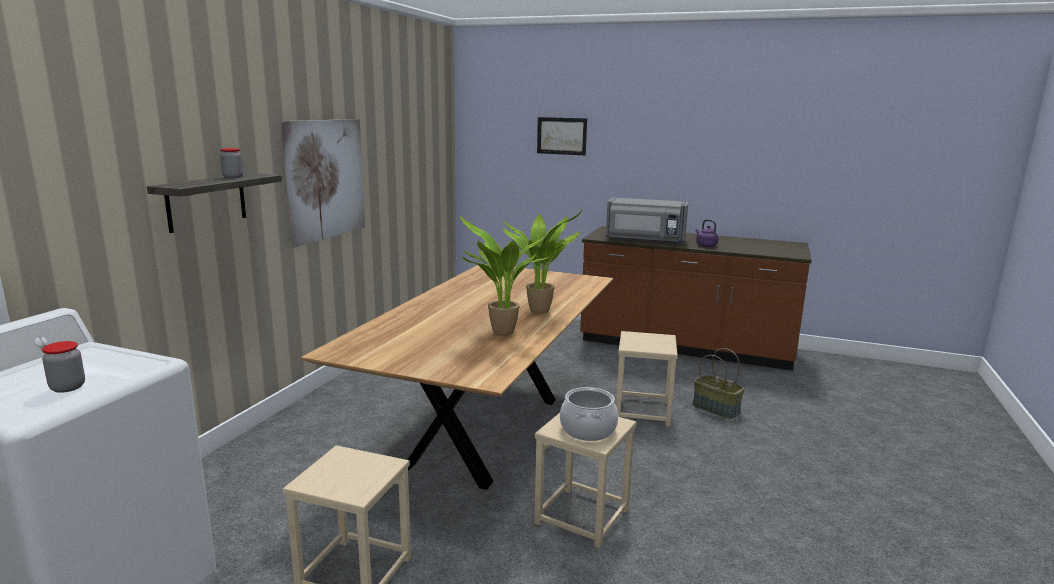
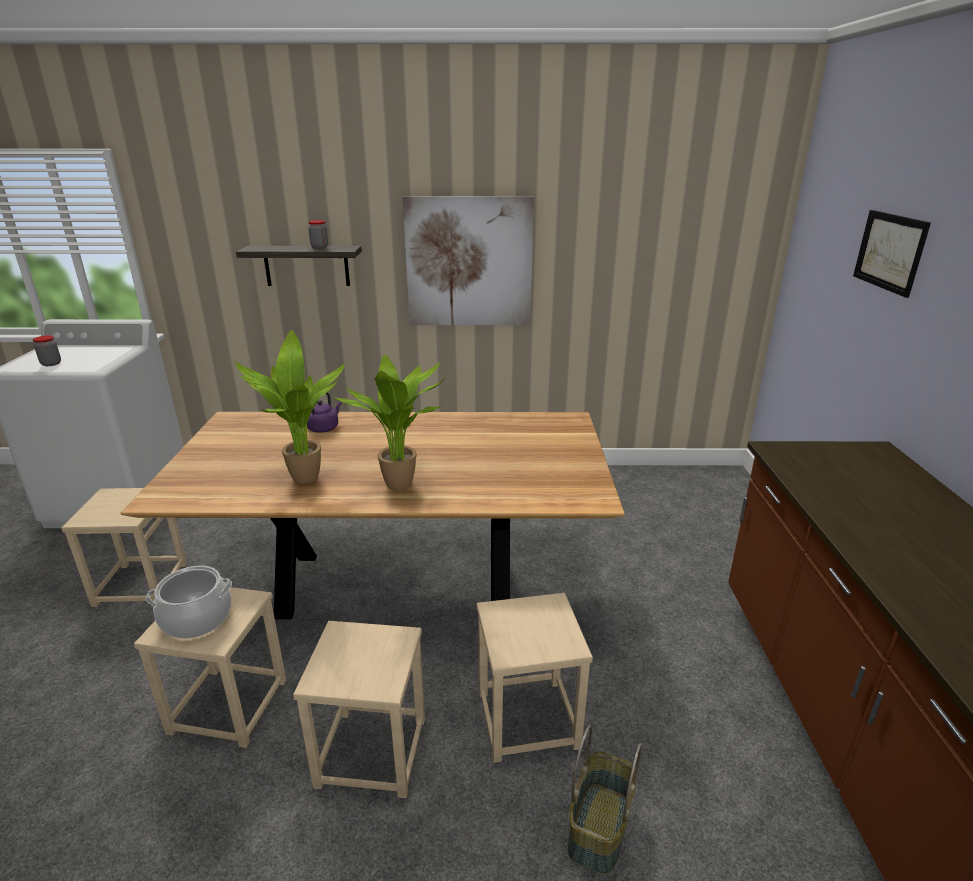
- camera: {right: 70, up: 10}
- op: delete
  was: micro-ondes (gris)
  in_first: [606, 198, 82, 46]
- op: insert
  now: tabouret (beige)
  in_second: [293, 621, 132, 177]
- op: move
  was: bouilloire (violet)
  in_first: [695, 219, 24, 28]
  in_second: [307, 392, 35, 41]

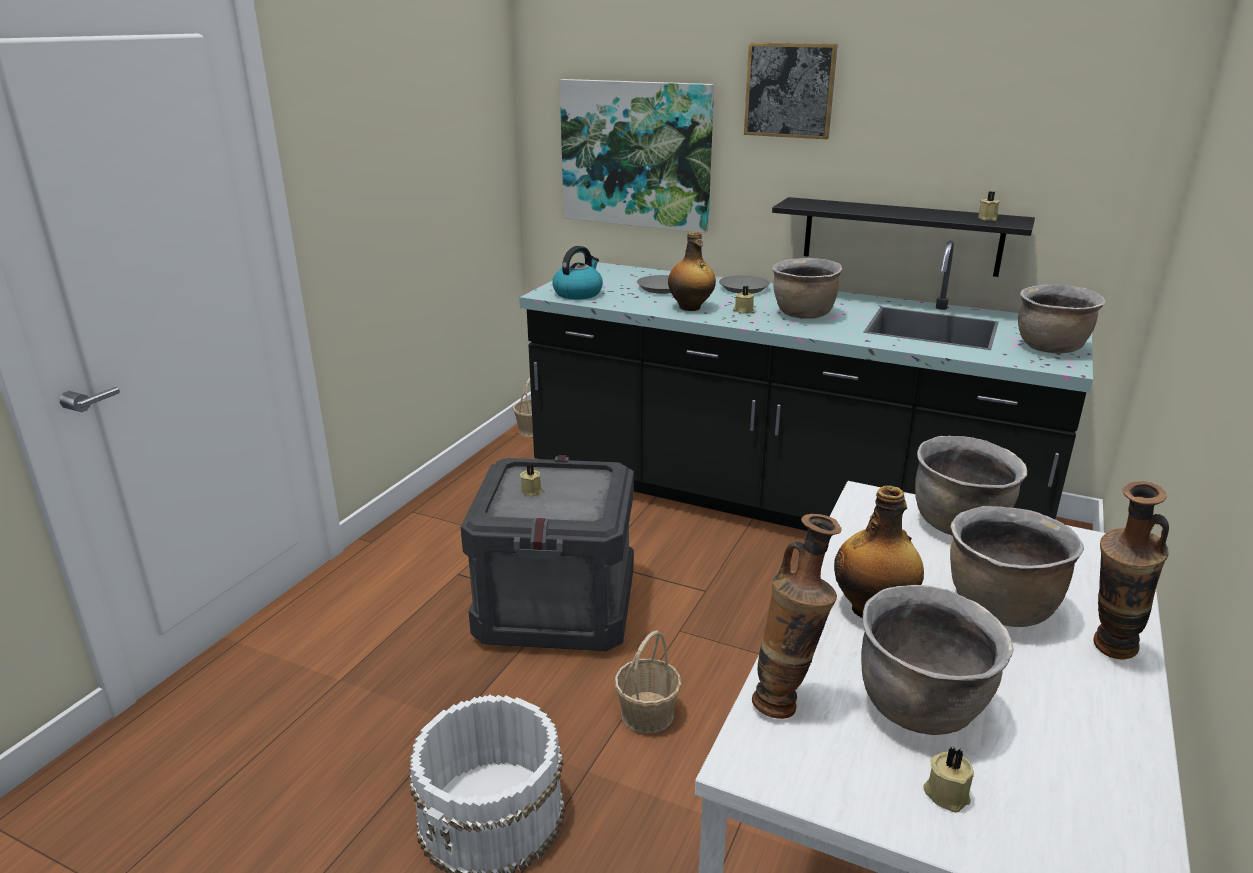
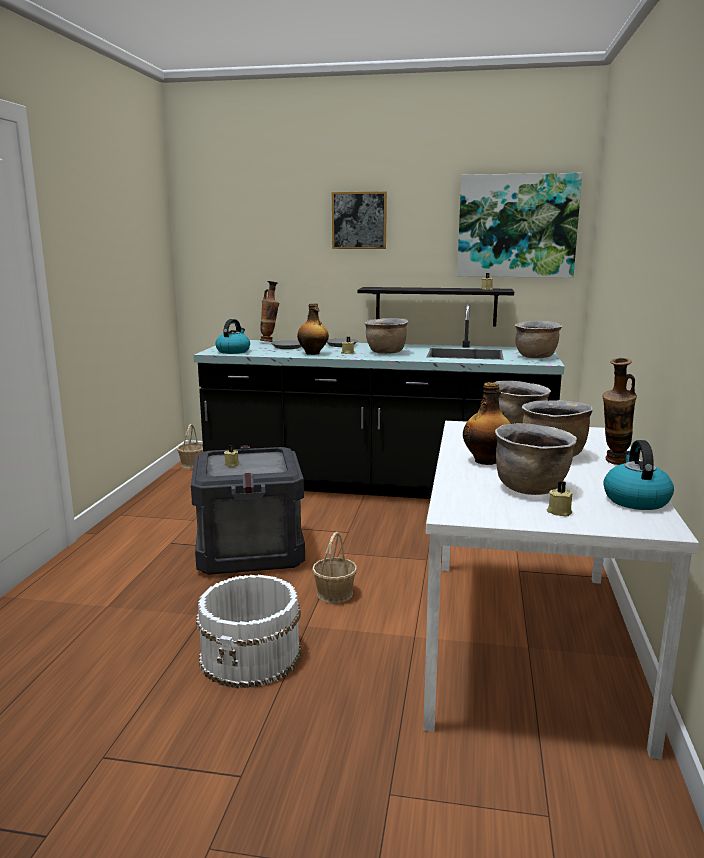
- camera: {right: -15, up: -10}
- op: insert
  now: bouilloire
  in_second: [603, 440, 71, 70]
- op: move
  was: tableau
  in_first: [560, 79, 154, 154]
  in_second: [457, 173, 125, 105]
- op: move
  was: vase
  in_first: [752, 514, 90, 205]
  in_second: [260, 281, 19, 61]

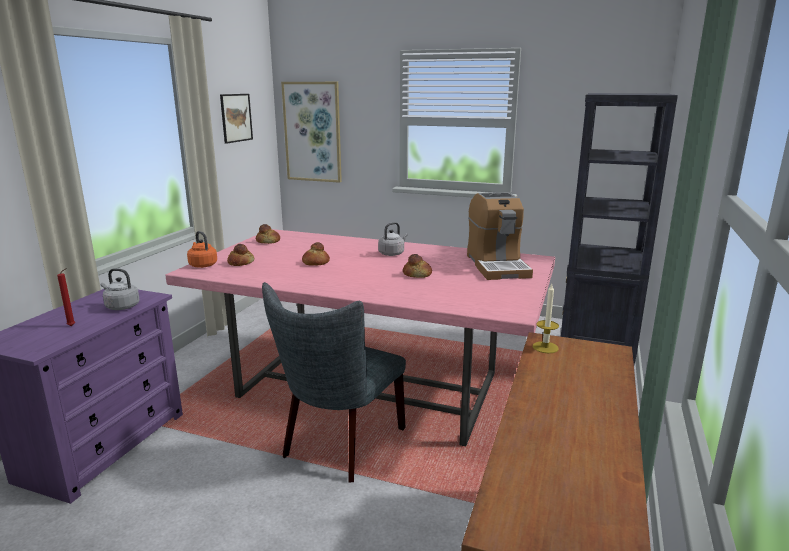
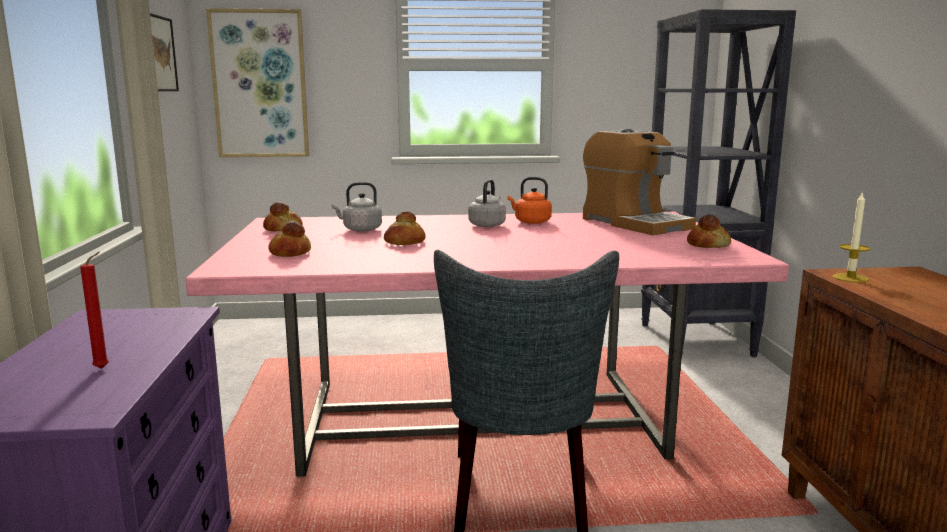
- camera: {right: -25, up: -5}
- op: move
  was: bouilloire (gris)
  in_first: [101, 268, 39, 42]
  in_second: [332, 182, 50, 50]
- op: move
  was: bouilloire (orange)
  in_first: [187, 231, 30, 37]
  in_second: [508, 177, 44, 47]
- op: move
  was: pain
  in_first: [403, 254, 29, 24]
  in_second: [687, 214, 44, 34]

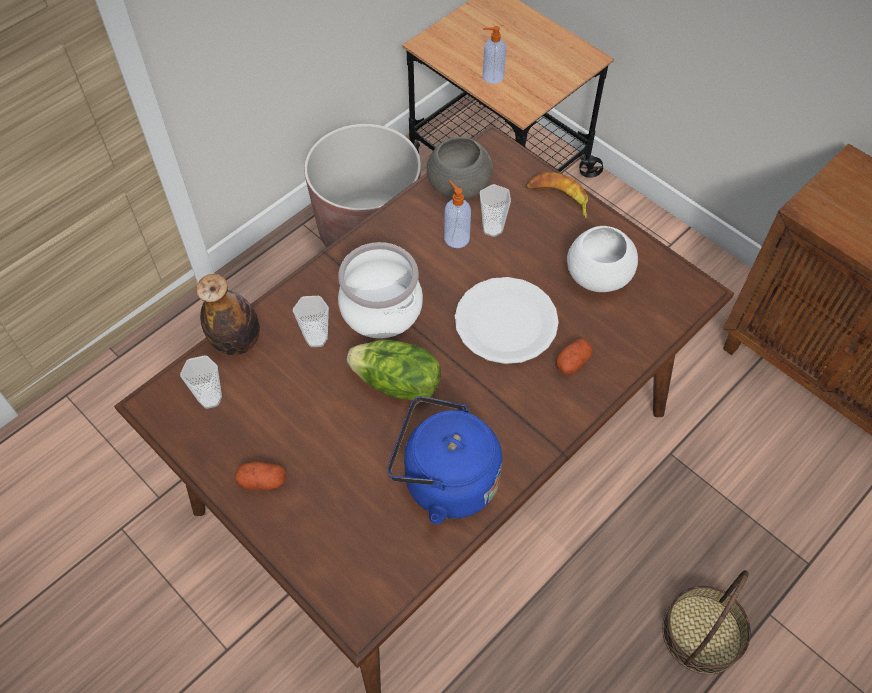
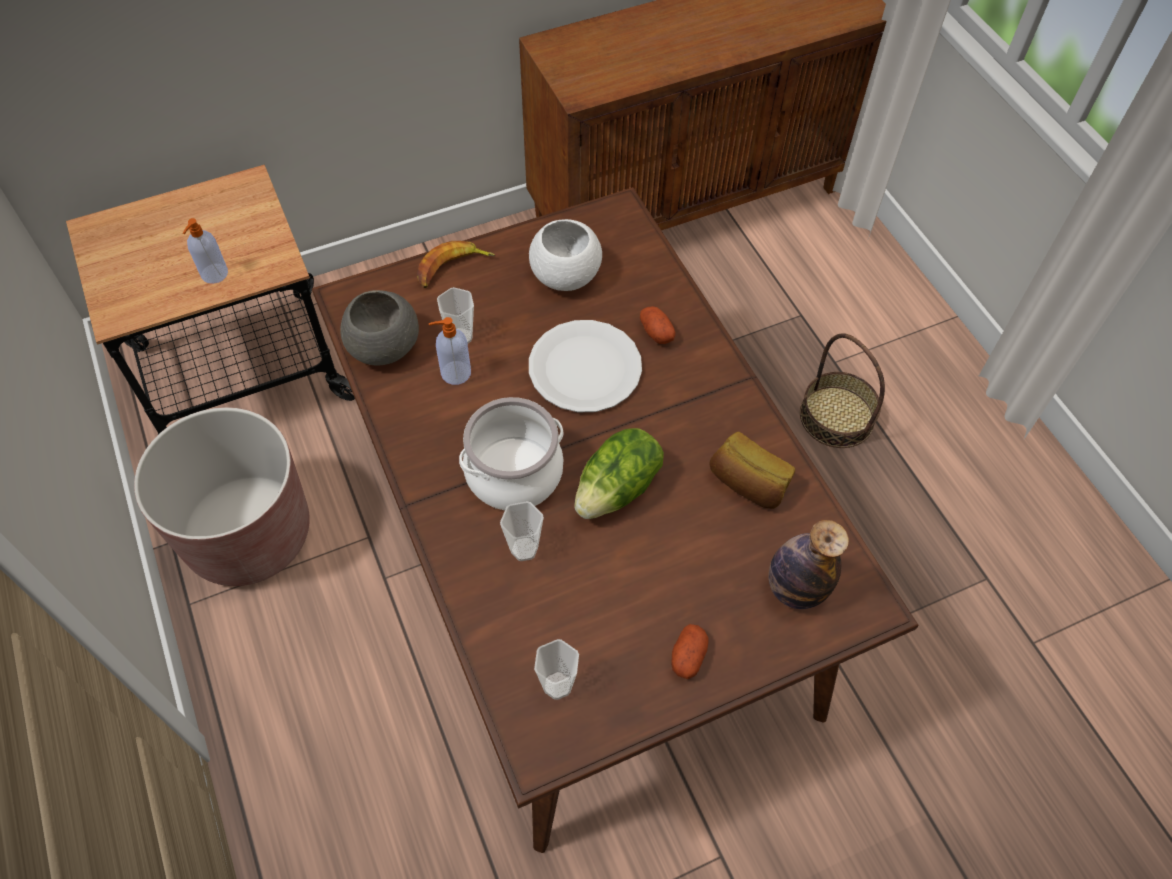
- camera: {right: -70, up: 0}
- op: move
  was: bouteille
  in_first: [196, 274, 64, 81]
  in_second: [768, 520, 81, 89]
- op: replace
  was: bouilloire (bleu)
  now: pain
  in_first: [388, 396, 114, 128]
  in_second: [709, 432, 86, 77]

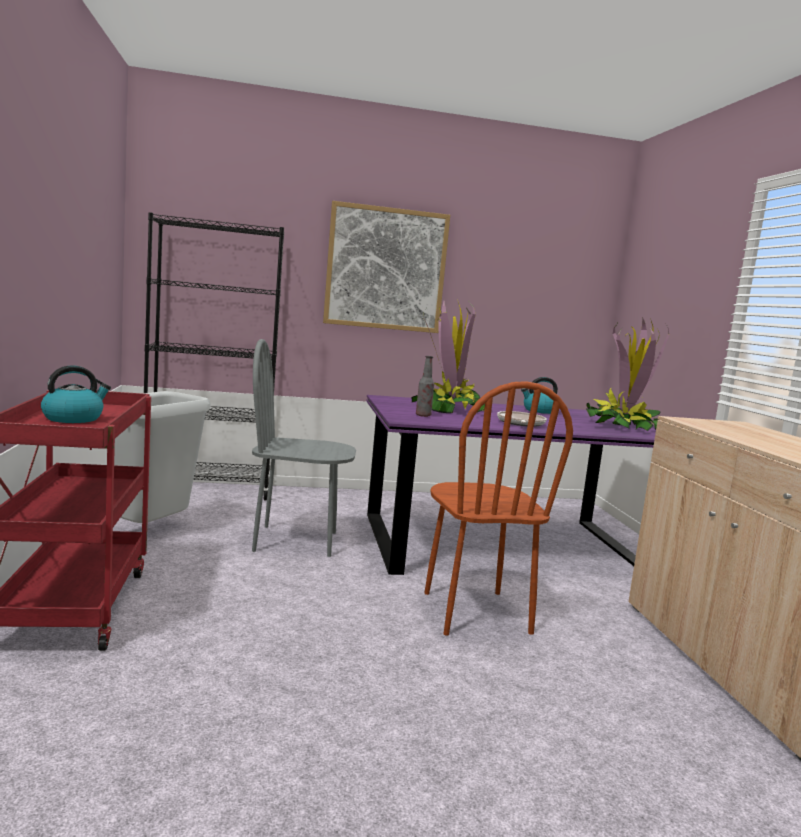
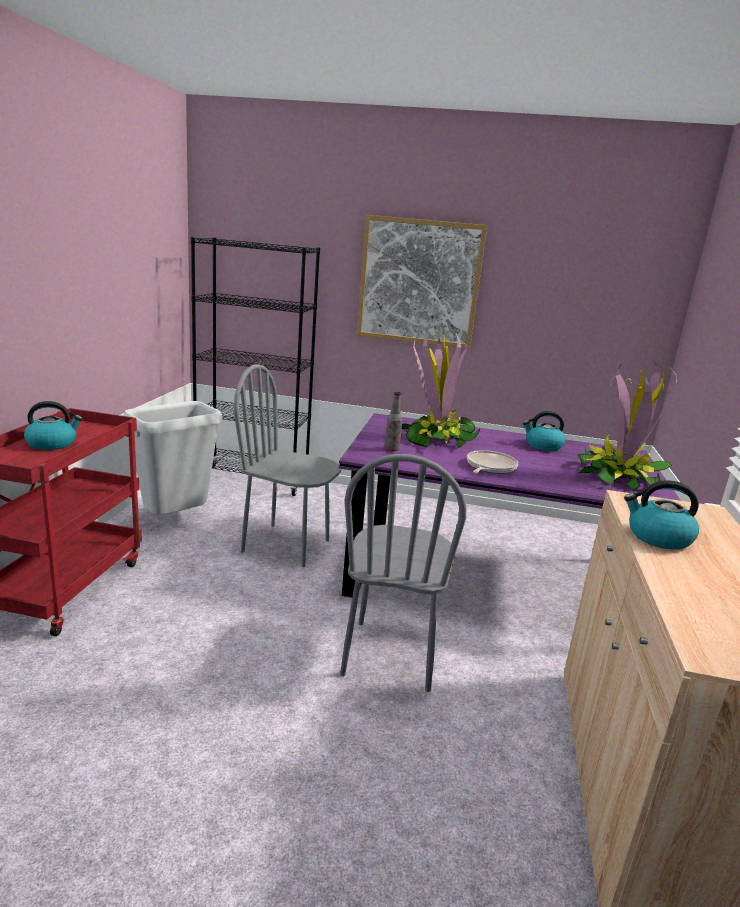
- camera: {right: 20, up: 10}
- op: insert
  now: bouilloire
  in_second: [624, 480, 75, 70]
- op: recolor
  was: chaise (marron)
  now: chaise (gris)
  in_first: [424, 381, 149, 254]
  in_second: [340, 454, 127, 238]

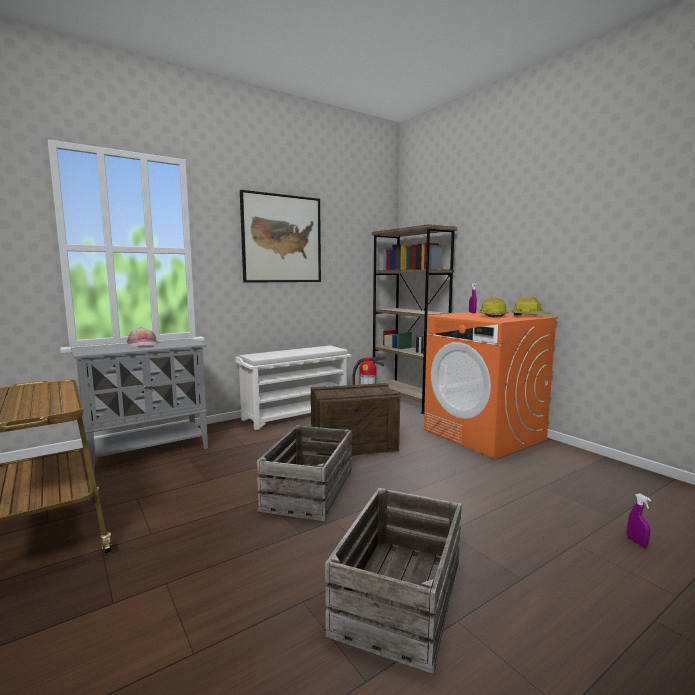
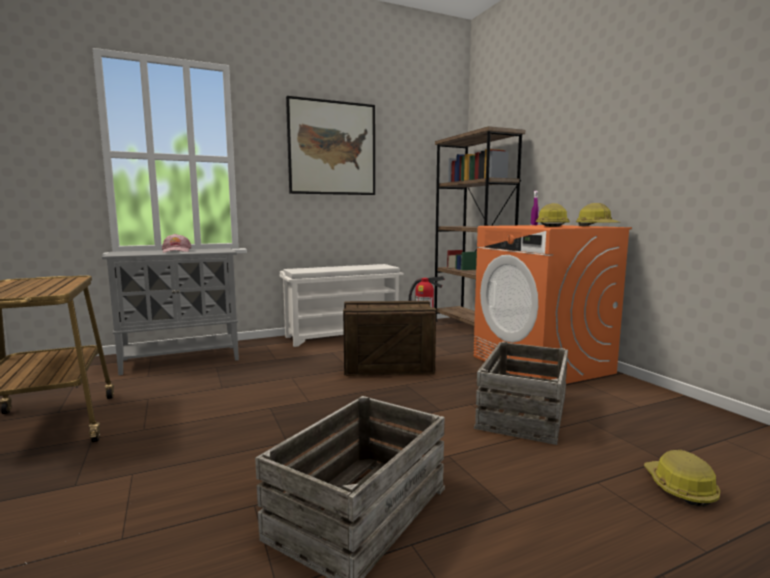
- camera: {right: 10, up: 0}
- op: move
  was: caisse
  in_first: [257, 425, 95, 96]
  in_second: [474, 342, 94, 103]
- op: replace
  was: vaporisateur (violet)
  now: casque de chantier
  in_first: [627, 493, 24, 54]
  in_second: [644, 450, 76, 57]

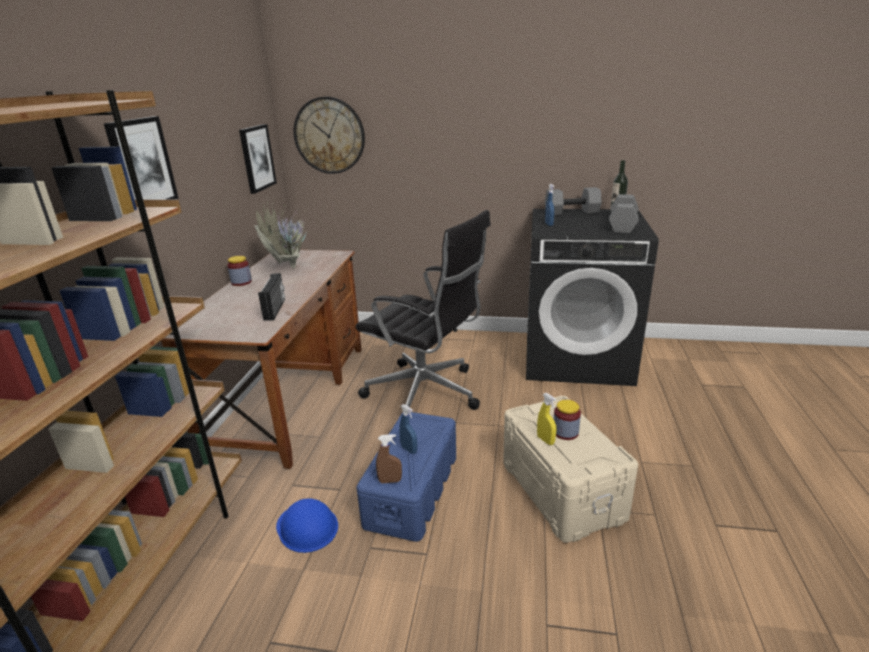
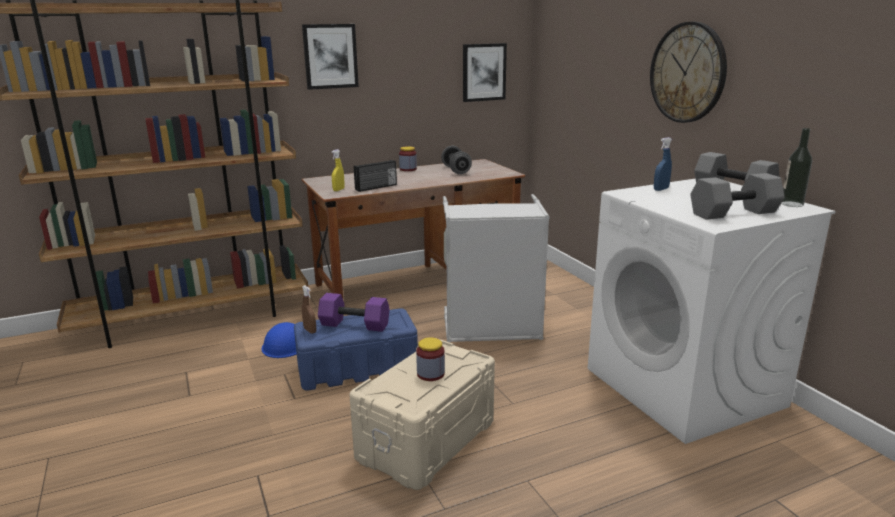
- camera: {right: 55, up: -5}
- op: move
  was: horloge murale
  in_first: [294, 97, 71, 77]
  in_second: [650, 22, 77, 101]
- op: move
  was: vaporisateur (jaune)
  in_first: [537, 393, 20, 52]
  in_second: [332, 149, 13, 42]
- op: replace
  was: plante en pot
  now: haltère (gris)
  in_first: [255, 194, 81, 75]
  in_second: [441, 146, 31, 28]
- op: replace
  was: chaise de bureau (noir)
  now: panier à linge (gris)
  in_first: [355, 210, 136, 200]
  in_second: [443, 194, 107, 148]
- op: replace
  was: vaporisateur (bleu)
  now: haltère (violet)
  in_first: [399, 404, 18, 50]
  in_second: [318, 293, 72, 39]
- op: recolor
  was: lave-linge (noir)
  now: lave-linge (blanc)
  in_first: [526, 209, 133, 177]
  in_second: [588, 179, 248, 265]

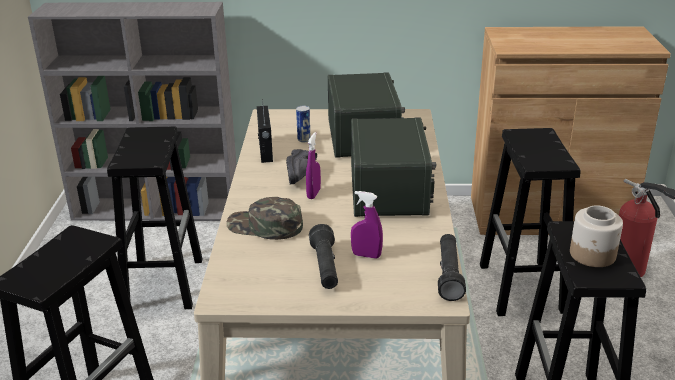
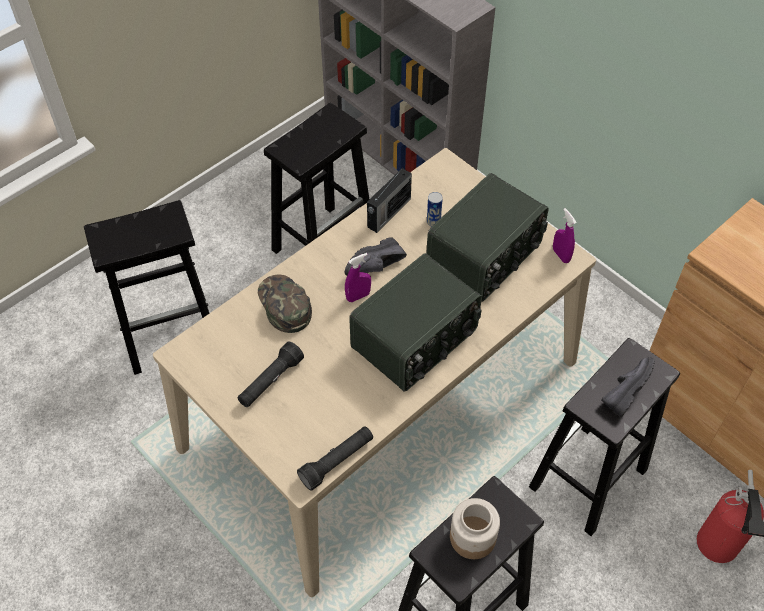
- camera: {right: 45, up: 25}
- op: insert
  now: chaussure (noir)
  in_second: [601, 357, 54, 60]
- op: move
  was: vaporisateur (violet)
  in_first: [351, 191, 32, 68]
  in_second: [553, 208, 24, 55]

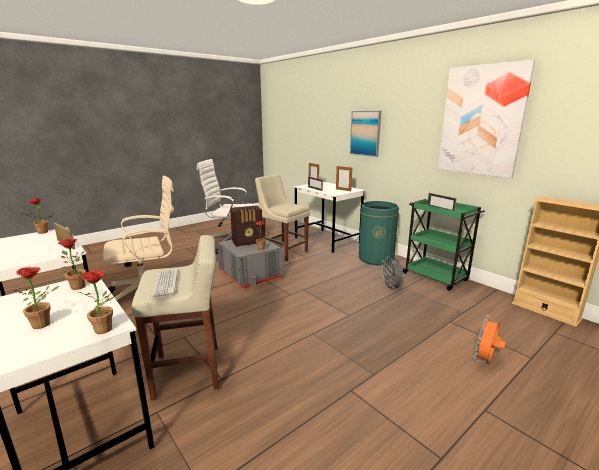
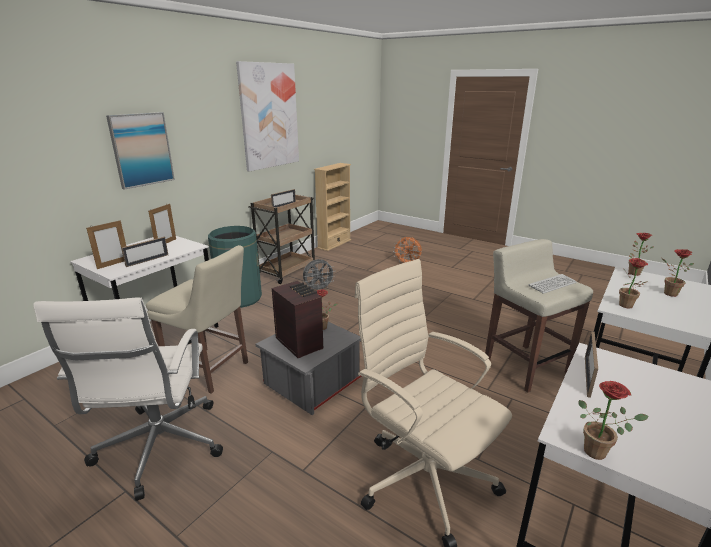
- camera: {right: -105, up: 5}
- op: recolor
  was: chariot (vert)
  now: chariot (marron)
  in_first: [402, 199, 83, 91]
  in_second: [249, 194, 66, 90]
- op: rotate
  was: chaise (beige)
  in_first: [255, 174, 55, 87]
  in_second: [146, 245, 102, 149]
  clockwise: -90

